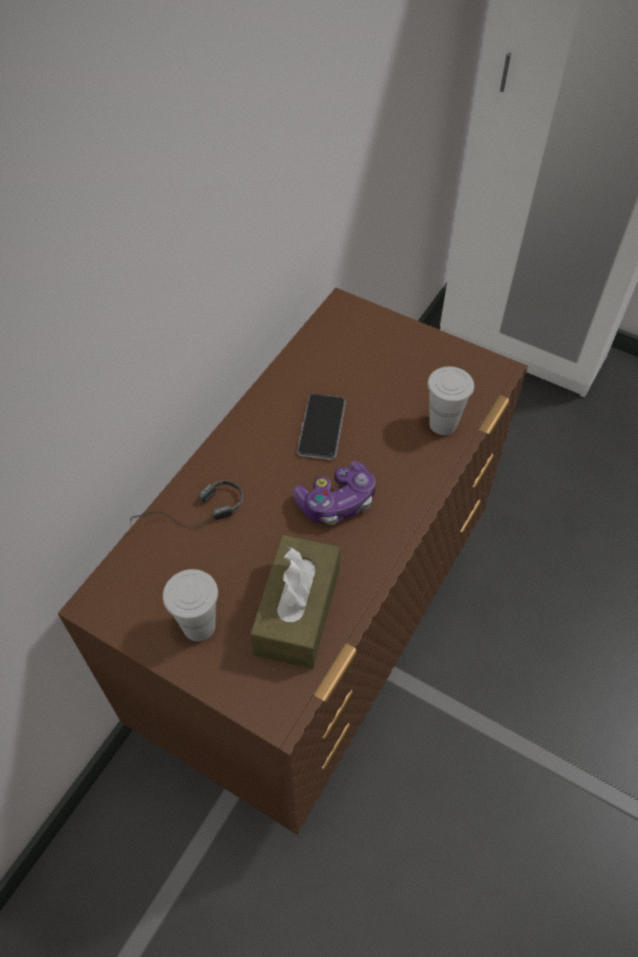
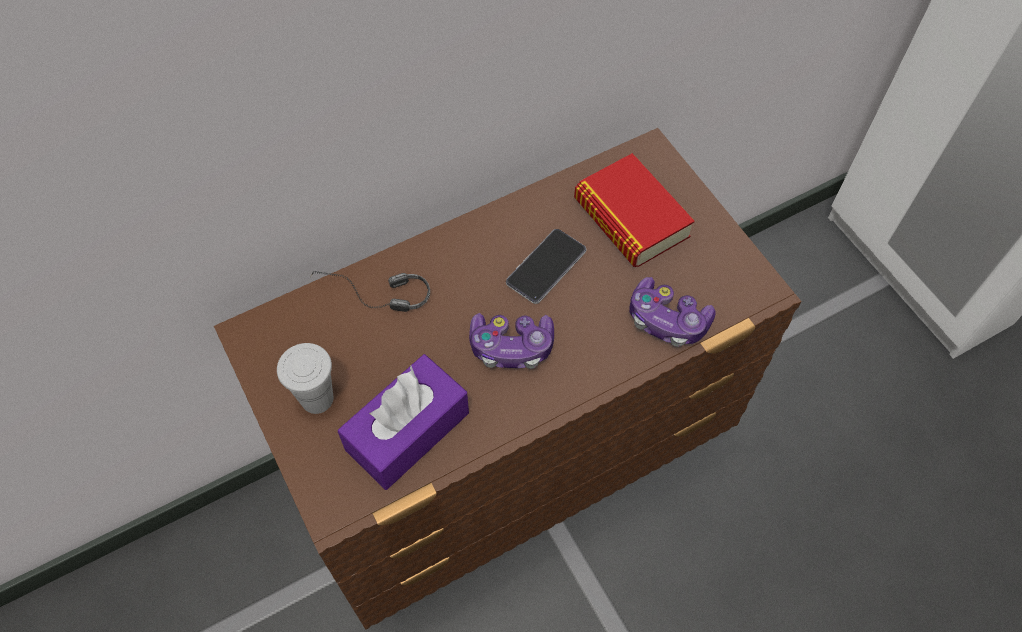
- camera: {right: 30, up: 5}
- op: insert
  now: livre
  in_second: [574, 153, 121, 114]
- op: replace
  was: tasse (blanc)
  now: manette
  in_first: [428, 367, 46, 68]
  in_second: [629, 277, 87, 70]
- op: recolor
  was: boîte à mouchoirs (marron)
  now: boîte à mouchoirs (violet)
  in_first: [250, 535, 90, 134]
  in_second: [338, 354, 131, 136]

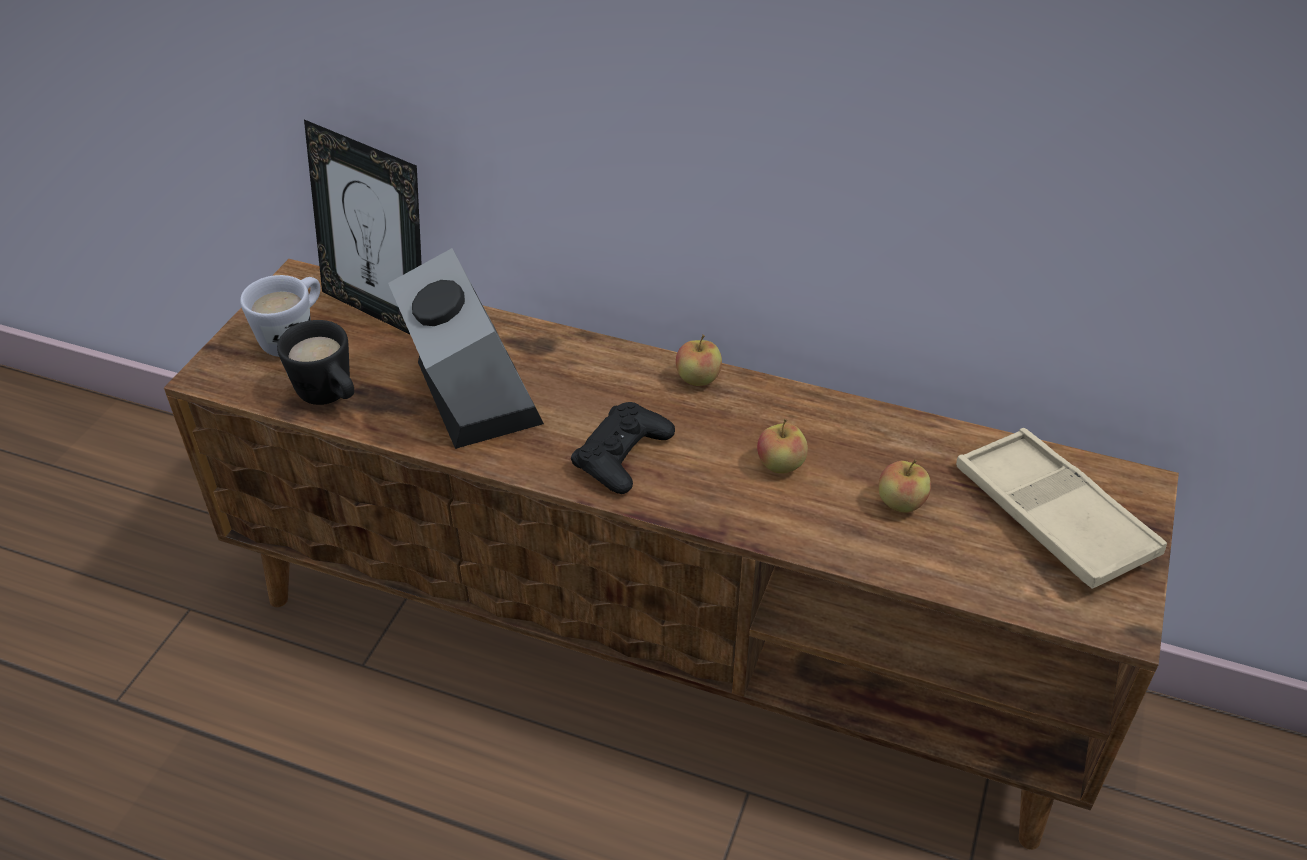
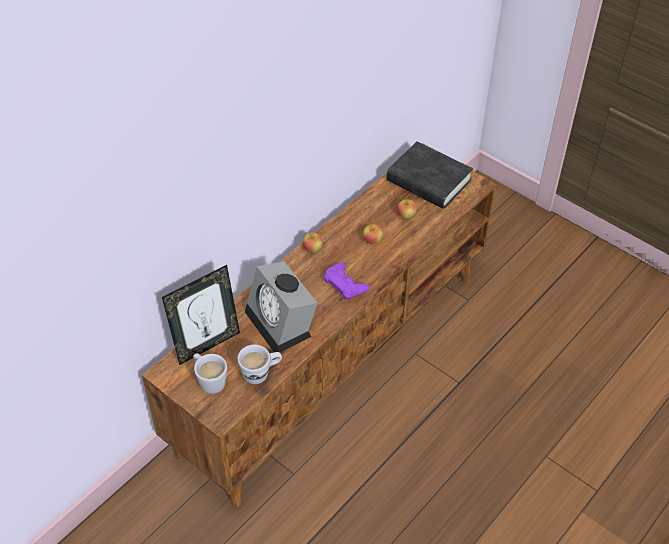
- camera: {right: -70, up: 5}
- op: replace
  was: plateau (beige)
  now: livre (noir)
  in_first: [956, 428, 211, 161]
  in_second: [386, 142, 87, 67]
- op: recolor
  was: mug (noir)
  now: mug (blanc)
  in_first: [277, 320, 77, 85]
  in_second: [237, 345, 45, 39]
- op: recolor
  was: manette (noir)
  now: manette (violet)
  in_first: [571, 402, 104, 92]
  in_second: [323, 262, 47, 38]
- op: rotate
  was: réveil
  in_first: [388, 248, 156, 201]
  in_second: [245, 261, 72, 91]
  clockwise: -120

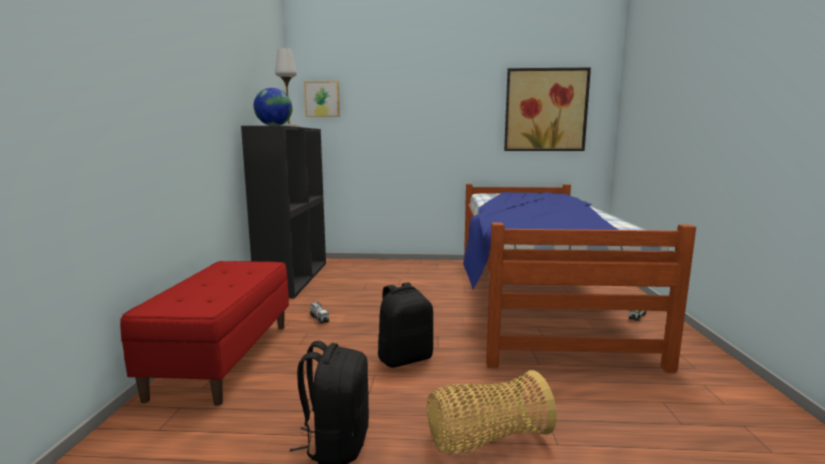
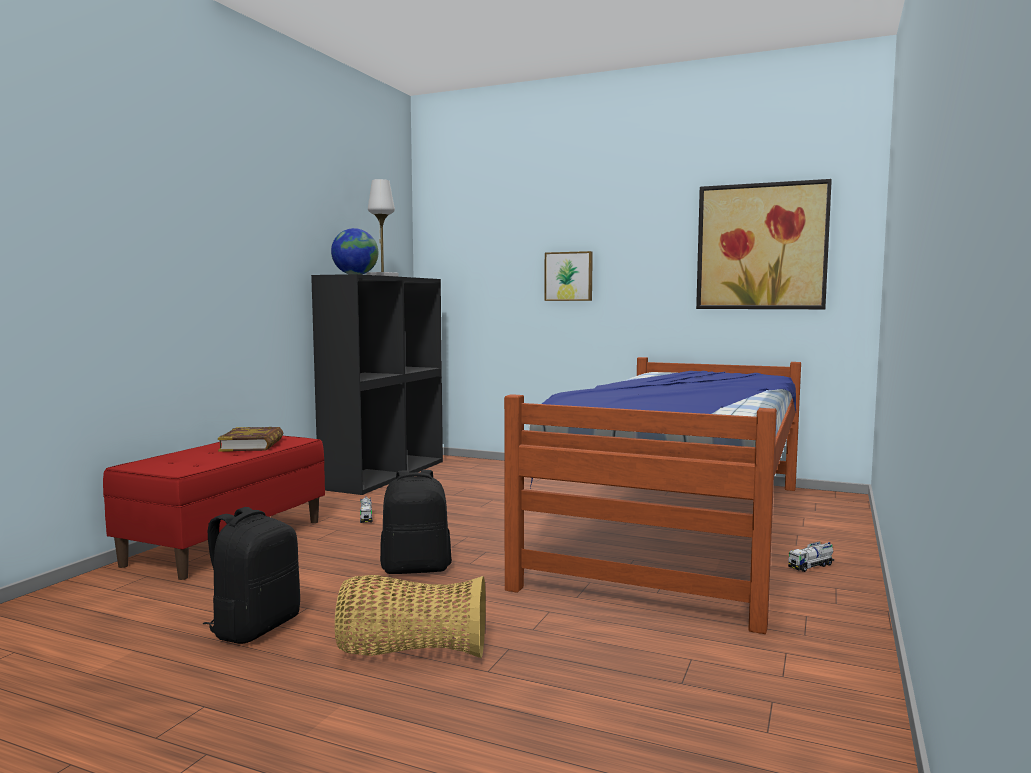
- camera: {right: 20, up: -5}
- op: insert
  now: livre
  in_second: [218, 427, 65, 25]
- op: move
  was: tableau
  in_first: [304, 81, 36, 36]
  in_second: [544, 251, 49, 50]

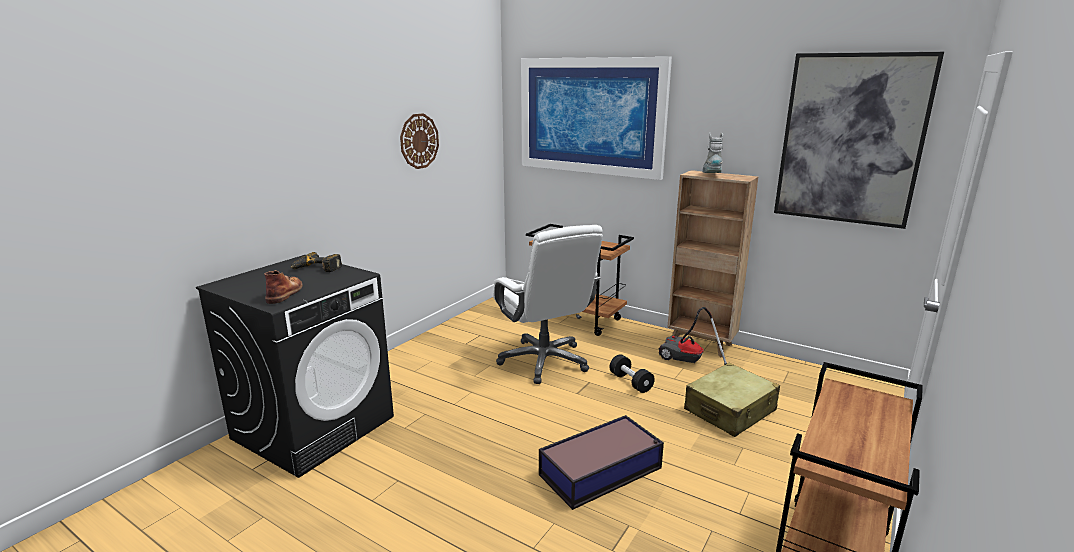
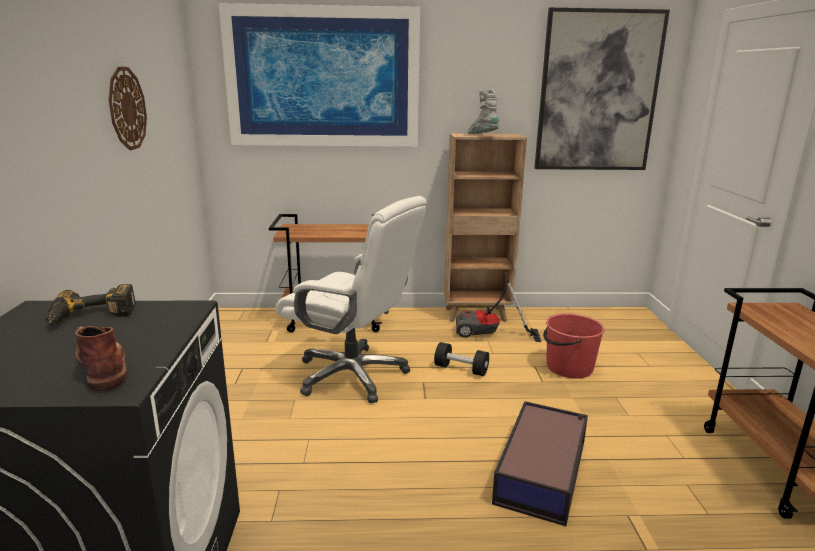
- camera: {right: -35, up: 0}
- op: replace
  was: valise (beige)
  now: seau (rouge)
  in_first: [684, 363, 96, 74]
  in_second: [543, 313, 62, 65]

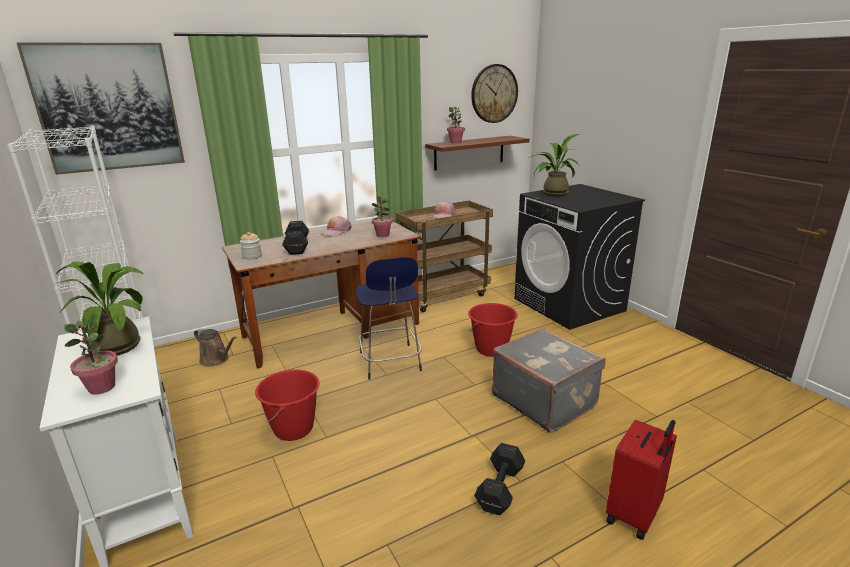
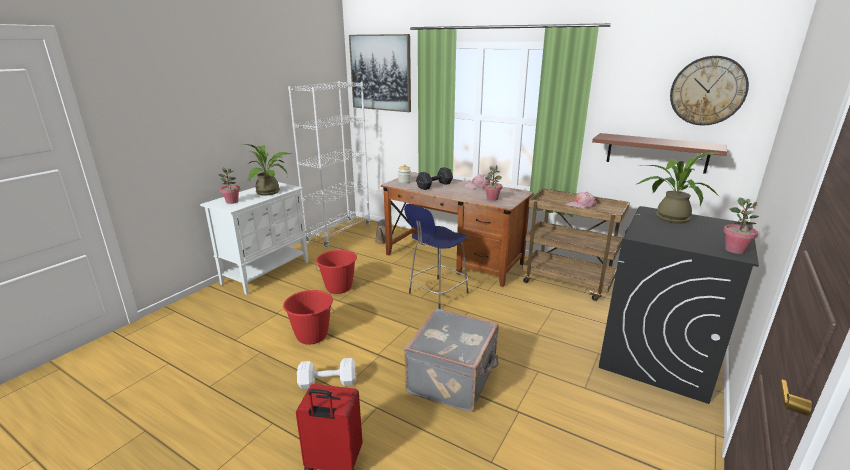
- camera: {right: 60, up: 0}
- op: move
  was: plante en pot
  in_first: [447, 107, 18, 36]
  in_second: [723, 197, 36, 57]
- op: move
  was: seau (rouge)
  in_first: [468, 303, 50, 54]
  in_second: [283, 290, 52, 55]
- op: recolor
  was: haltère (noir)
  now: haltère (blanc)
  in_first: [474, 443, 51, 72]
  in_second: [297, 358, 59, 31]

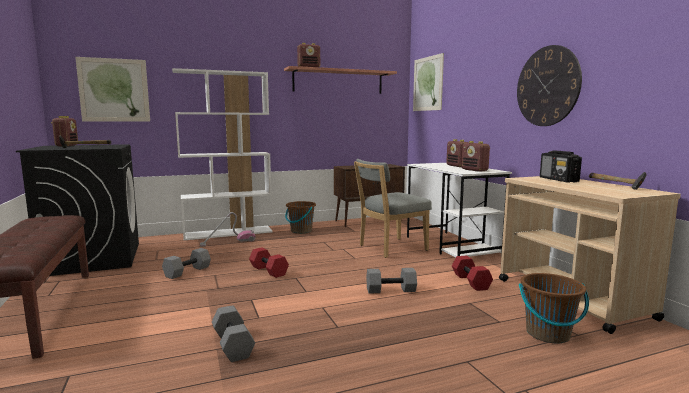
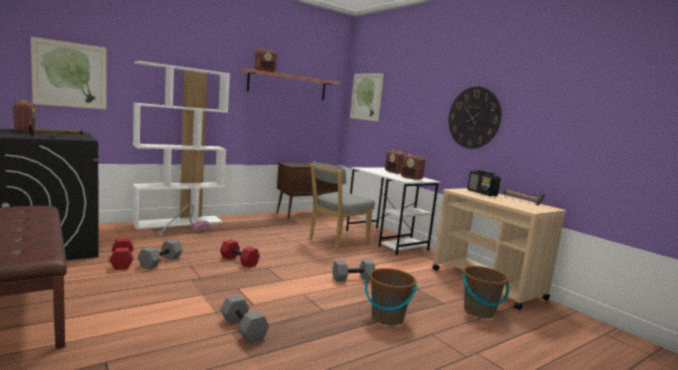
- camera: {right: -15, up: 0}
- op: move
  was: seau (marron)
  in_first: [285, 201, 31, 33]
  in_second: [365, 268, 53, 57]
- op: move
  was: haltère (rouge)
  in_first: [452, 256, 41, 35]
  in_second: [110, 238, 24, 32]

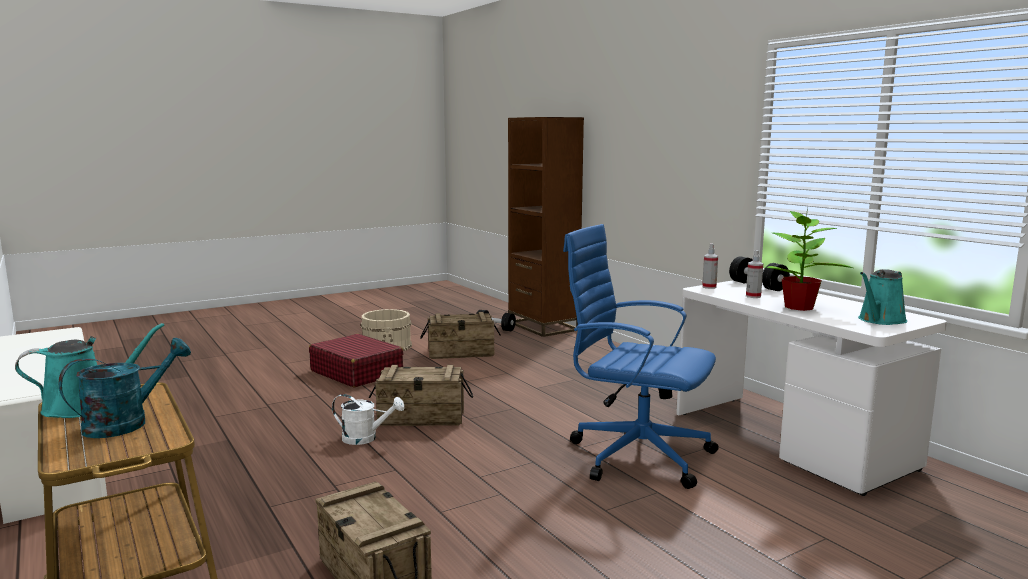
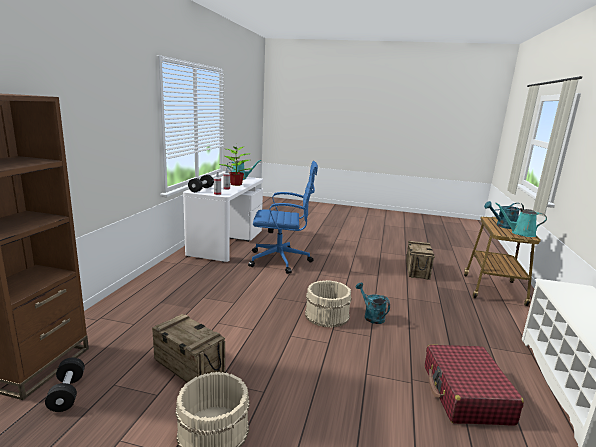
- camera: {right: -135, up: 5}
- op: move
  was: valise (rouge)
  in_first: [309, 334, 95, 53]
  in_second: [425, 344, 99, 82]
- op: replace
  was: caisse
  now: seau (beige)
  in_first: [369, 365, 104, 61]
  in_second: [305, 280, 47, 48]
- op: recolor
  was: arrosoir (blanc)
  now: arrosoir (turquoise)
  in_first: [332, 394, 73, 51]
  in_second: [356, 282, 34, 42]
- op: rotate
  was: chaise de bureau (bleu)
  in_first: [563, 224, 156, 265]
  in_second: [248, 161, 70, 113]
  clockwise: -75

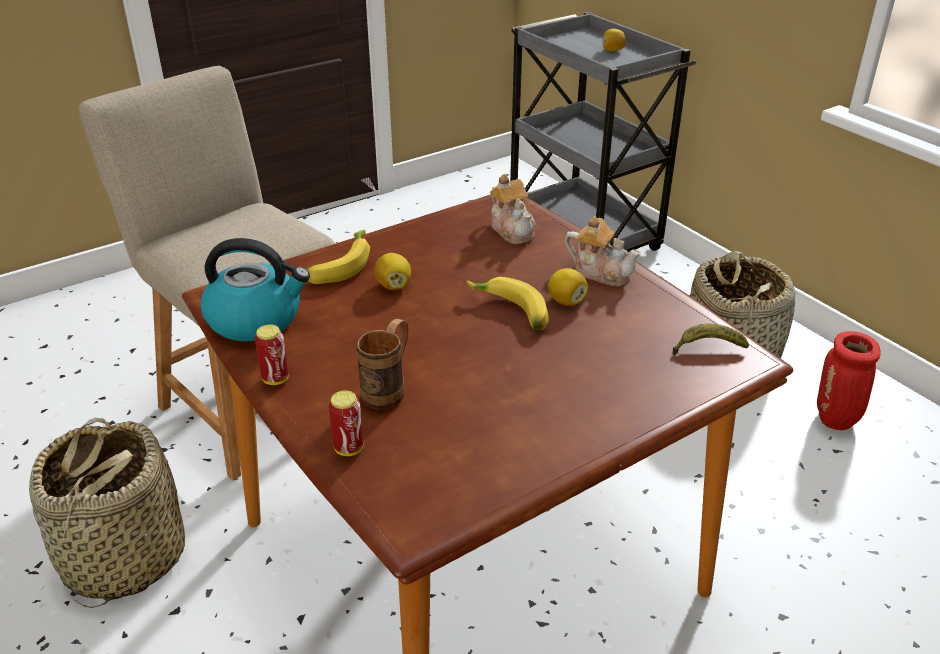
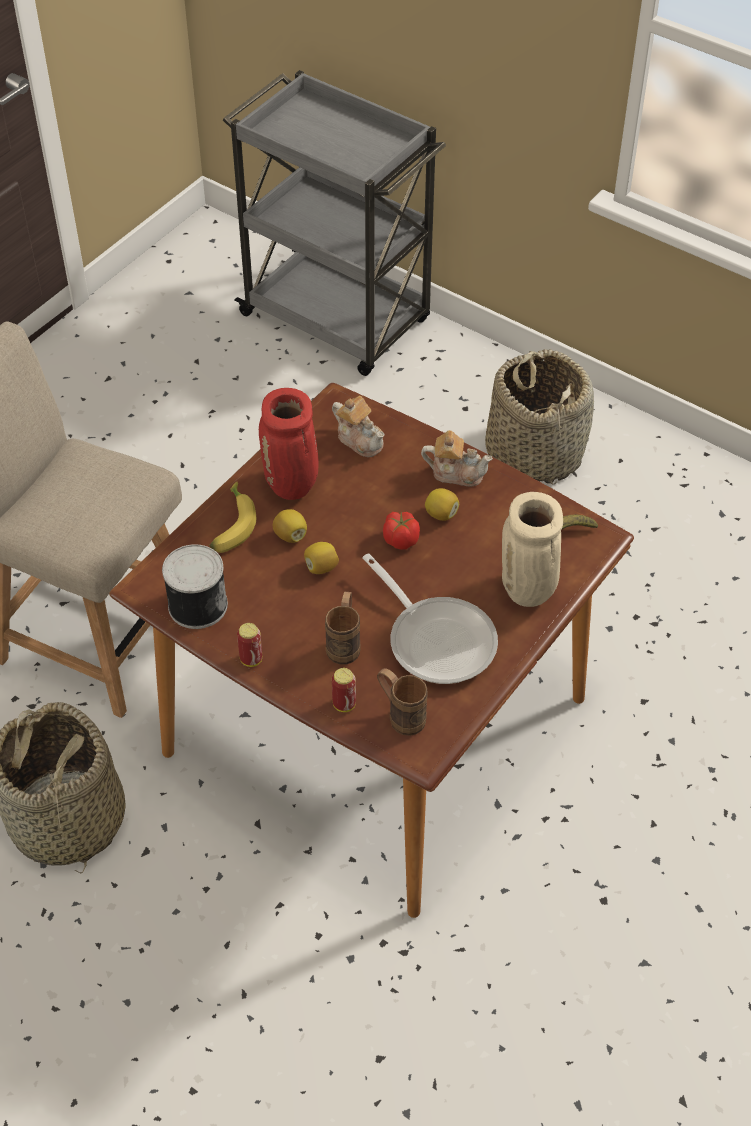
- camera: {right: -20, up: 15}
- op: insert
  now: poêle
  in_second: [362, 554, 136, 130]
- op: insert
  now: mug (marron)
  in_second: [377, 668, 51, 68]
- op: insert
  now: vase (beige)
  in_second: [502, 492, 61, 115]
- op: move
  was: citron
  in_first: [603, 29, 23, 22]
  in_second: [304, 542, 35, 32]
- op: move
  was: vase (rouge)
  in_first: [817, 331, 64, 99]
  in_second: [259, 388, 60, 112]
- op: replace
  was: bouilloire
  now: boîte métallique
  in_first: [200, 238, 110, 103]
  in_second: [162, 544, 66, 85]
- op: replace
  was: banane
  now: tomate
  in_first: [466, 277, 83, 53]
  in_second: [383, 512, 37, 38]

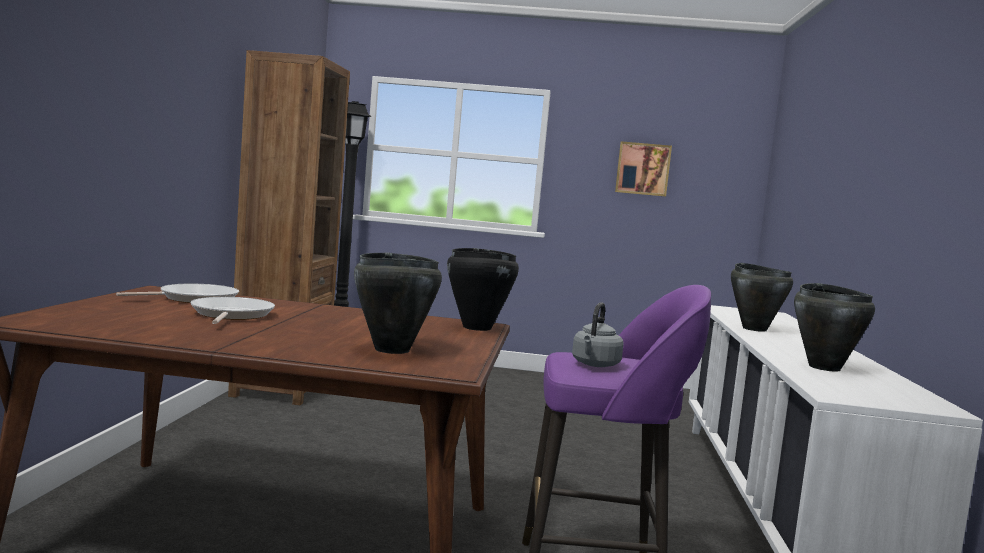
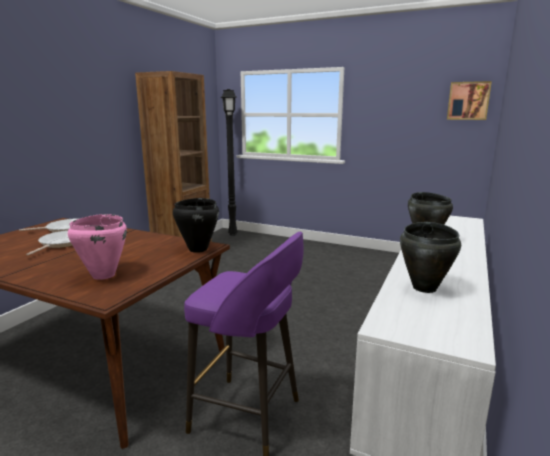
- camera: {right: 20, up: 10}
- op: delete
  was: bouilloire (gris)
  in_first: [572, 302, 52, 65]
- op: move
  was: tableau
  in_first: [615, 141, 57, 56]
  in_second: [447, 81, 45, 39]
- op: recolor
  was: marmite (noir)
  now: marmite (rose)
  in_first: [354, 252, 88, 102]
  in_second: [68, 214, 59, 66]

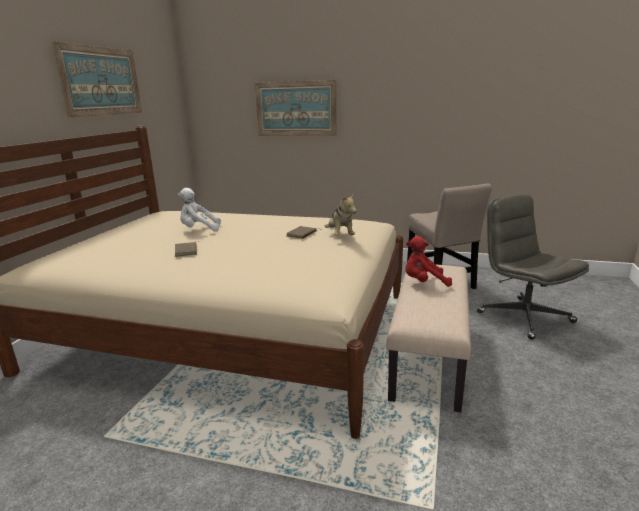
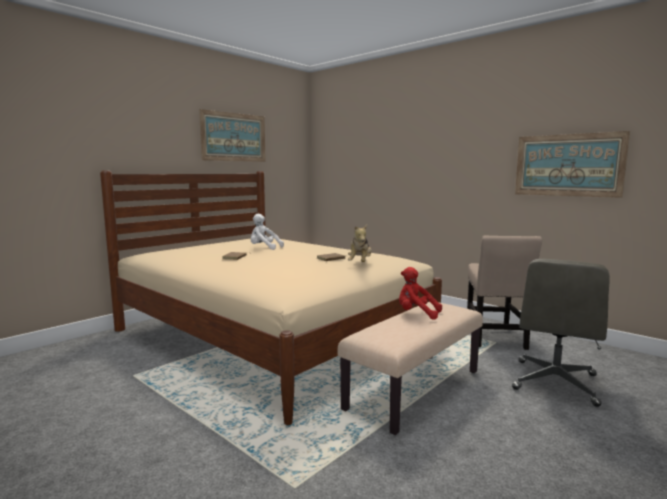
- camera: {right: 25, up: -10}
- op: move
  was: tableau
  in_first: [255, 80, 82, 56]
  in_second: [515, 131, 115, 67]
- op: rotate
  was: chaise de bureau (gris)
  in_first: [477, 194, 112, 146]
  in_second: [512, 259, 98, 148]
  clockwise: -150

